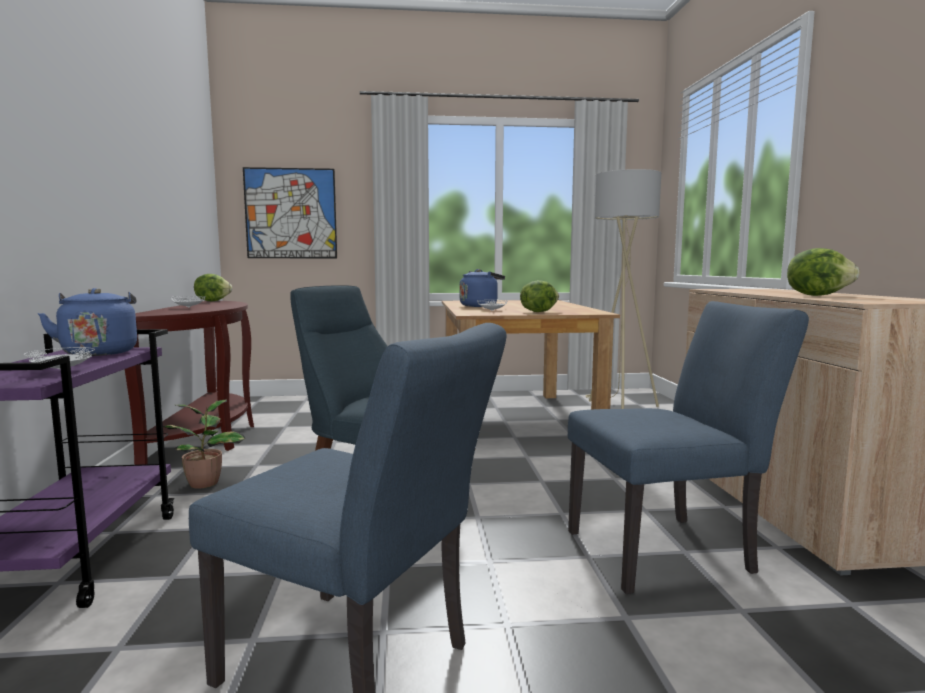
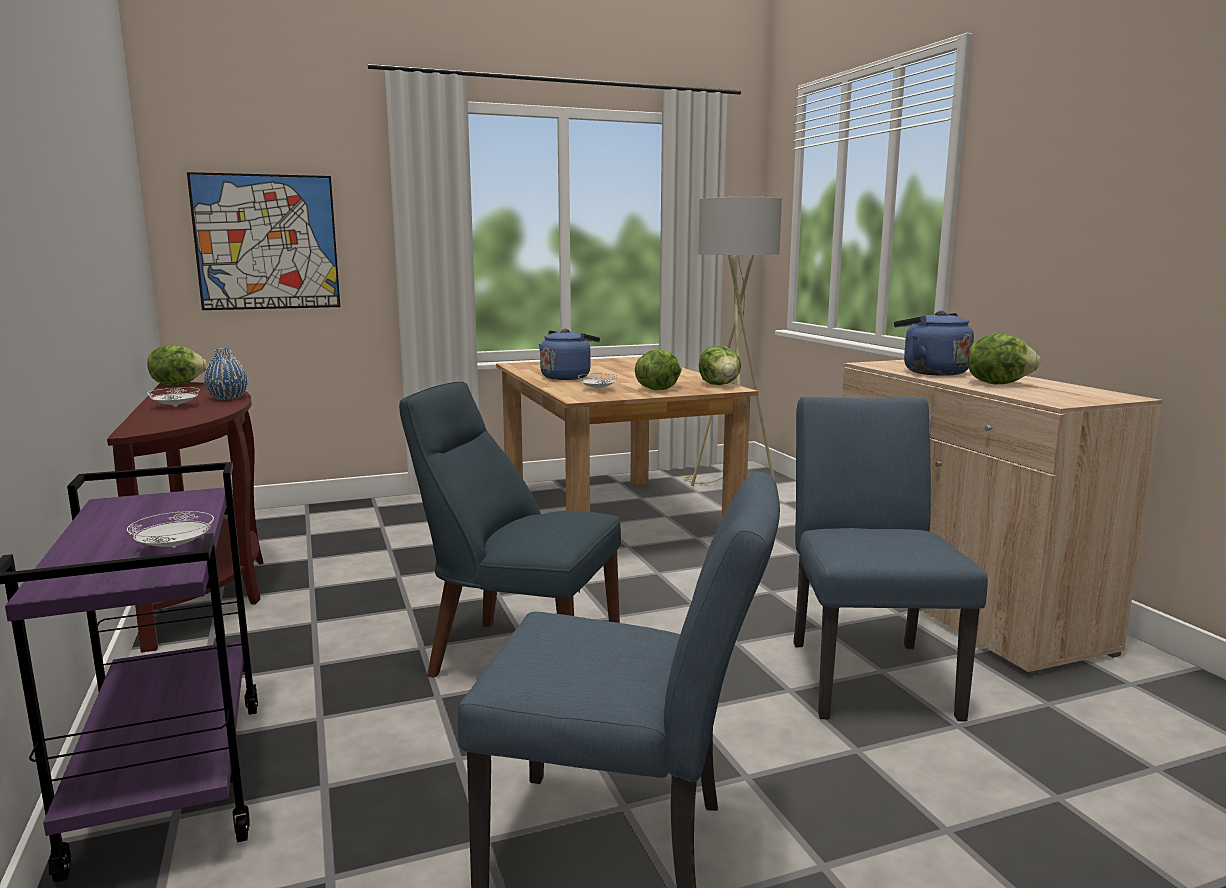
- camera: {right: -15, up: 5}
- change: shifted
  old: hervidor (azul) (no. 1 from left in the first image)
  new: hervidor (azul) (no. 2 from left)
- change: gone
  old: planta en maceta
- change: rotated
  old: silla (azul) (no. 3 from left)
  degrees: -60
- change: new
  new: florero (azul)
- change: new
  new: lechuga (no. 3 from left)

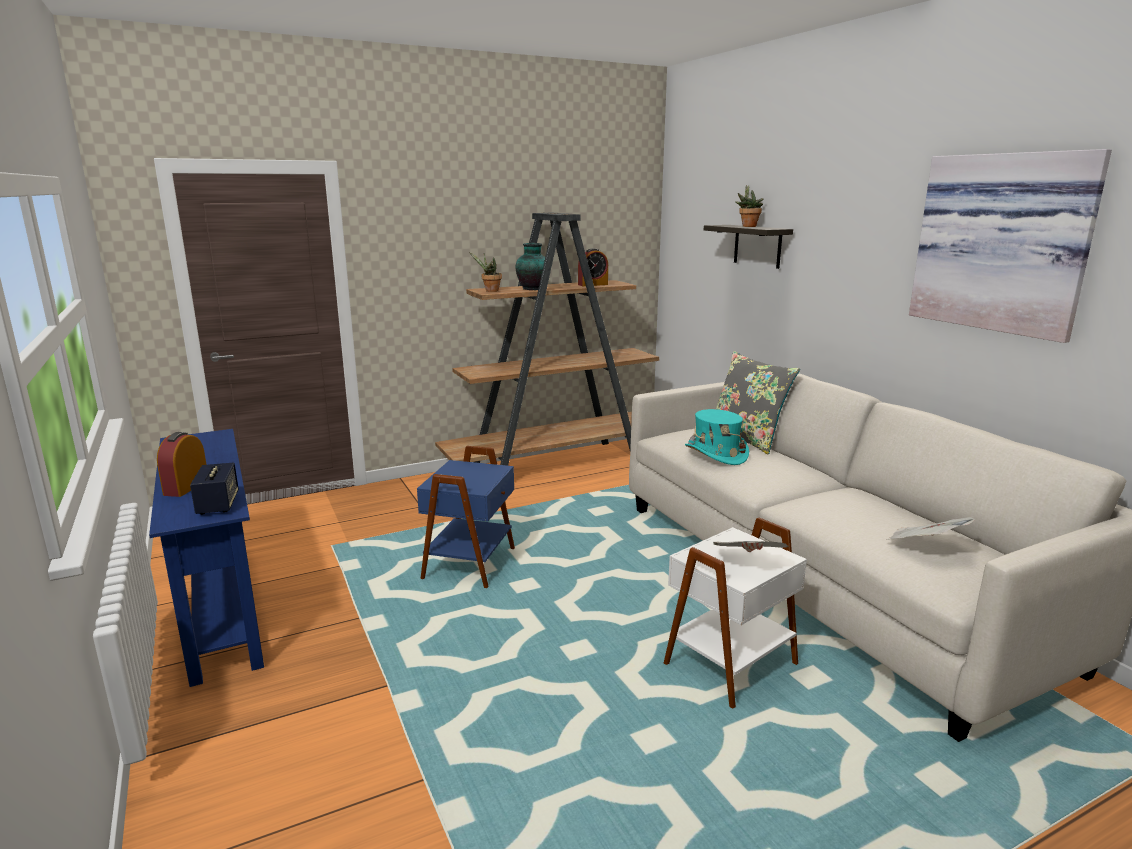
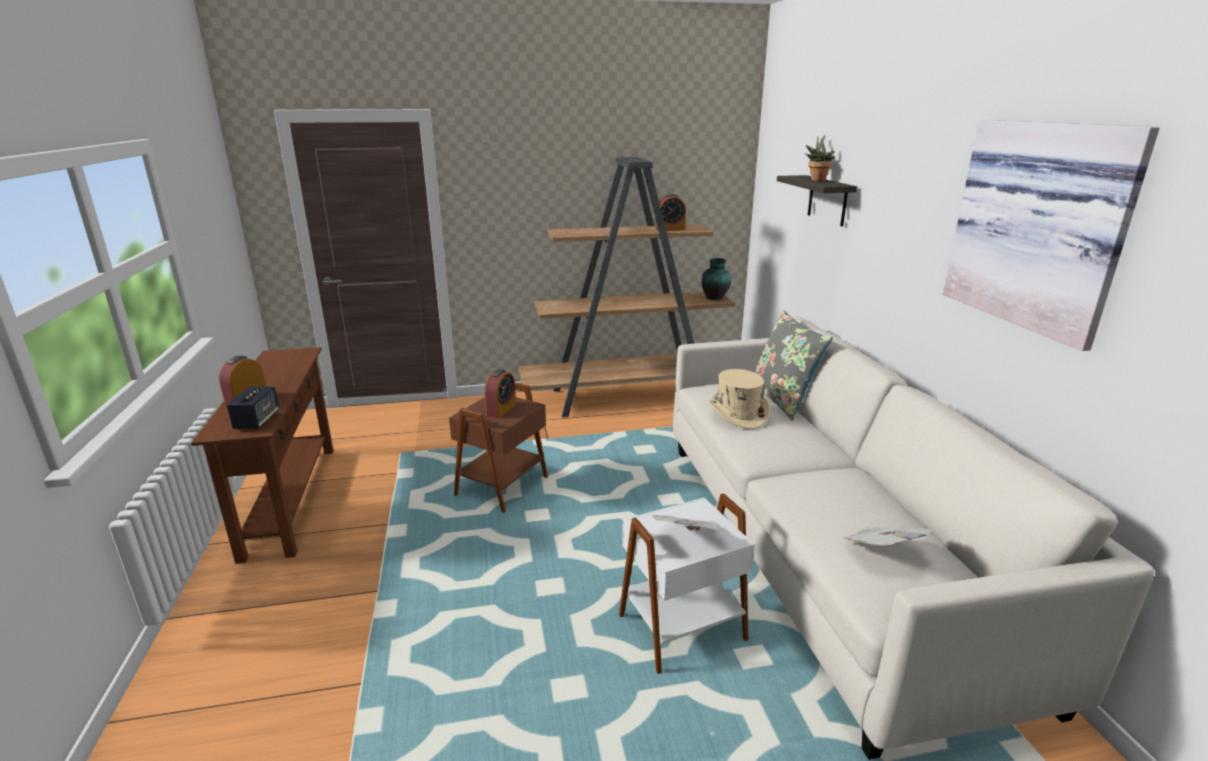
- camera: {right: 15, up: 5}
- change: repainted
  old: mesa consola (azul)
  new: mesa consola (marrón)
- change: repainted
  old: mesa auxiliar (azul)
  new: mesa auxiliar (marrón)
- change: gone
  old: planta en maceta (no. 1 from left)
- change: shifted
  old: florero
- change: repainted
  old: sombrero (turquesa)
  new: sombrero (beis)
- change: new
  new: despertador (no. 2 from left)

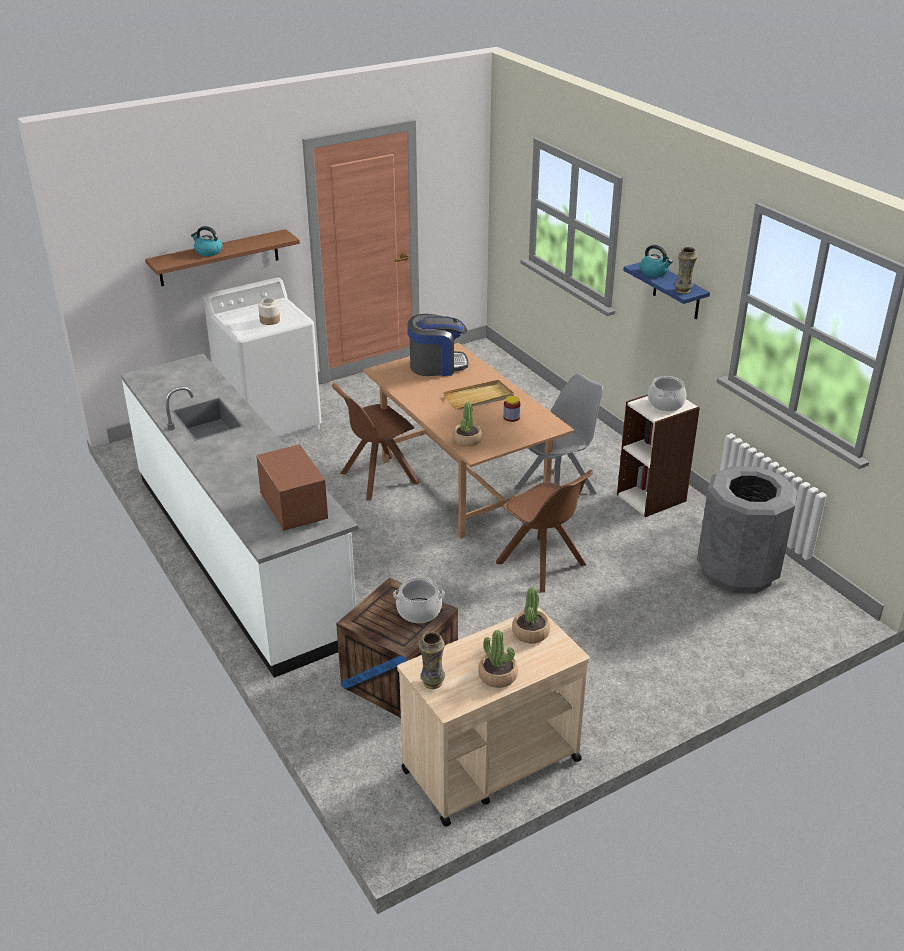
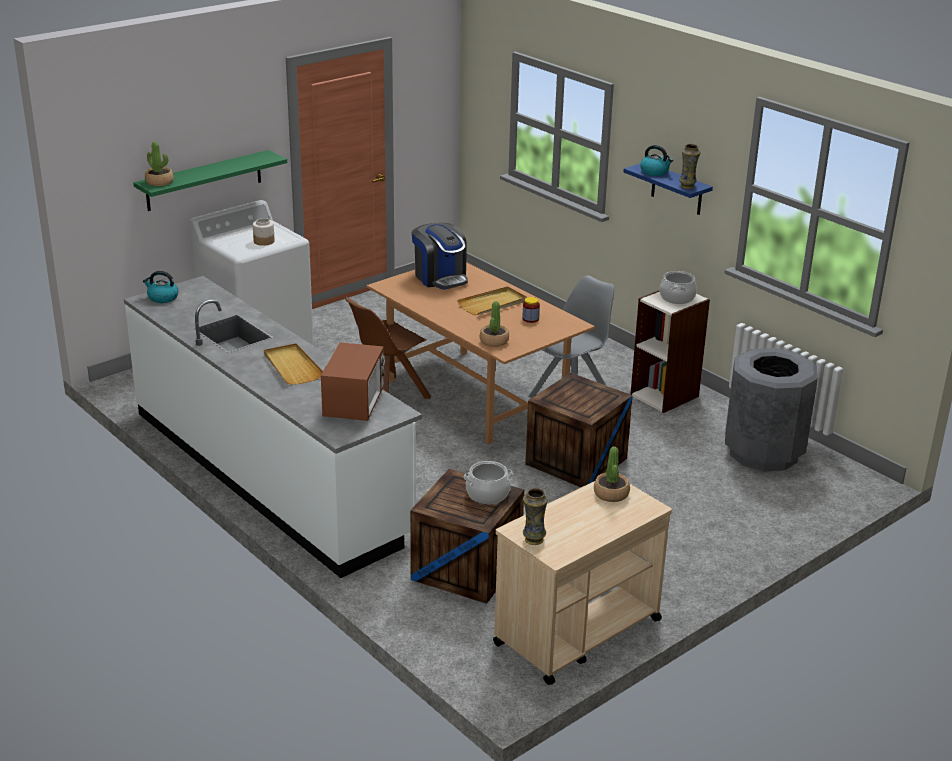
- camera: {right: -10, up: -5}
- change: repainted
  old: estante (marrón)
  new: estante (verde)
- change: shifted
  old: hervidor (no. 1 from left)
- change: rotated
  old: microondas
  degrees: 45
- change: rotated
  old: cafetera
  degrees: 75
- change: shifted
  old: planta en maceta (no. 2 from left in the first image)
  new: planta en maceta (no. 1 from left)
- change: swapped
  old: silla (marrón) (no. 2 from left)
  new: caja de embalaje (no. 2 from left)
- change: new
  new: bandeja (beis) (no. 1 from left)

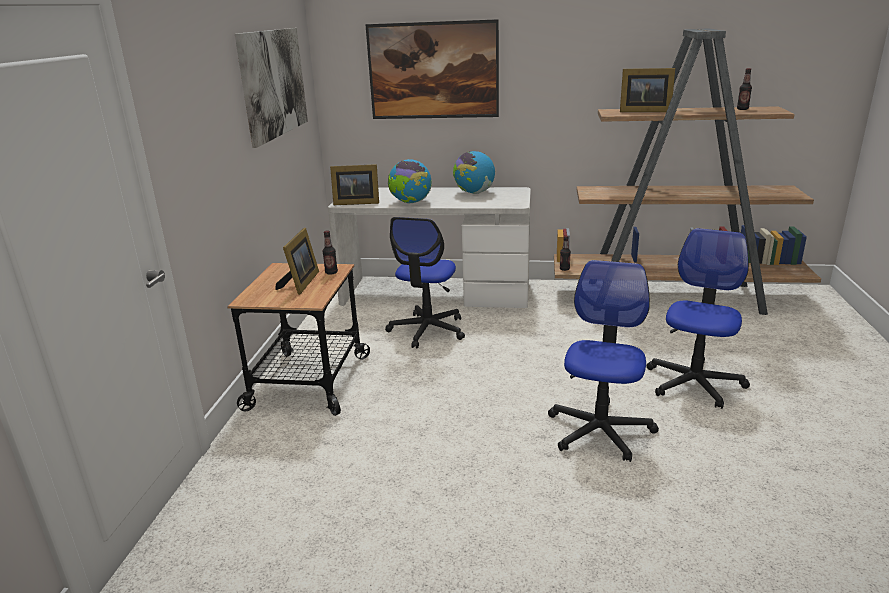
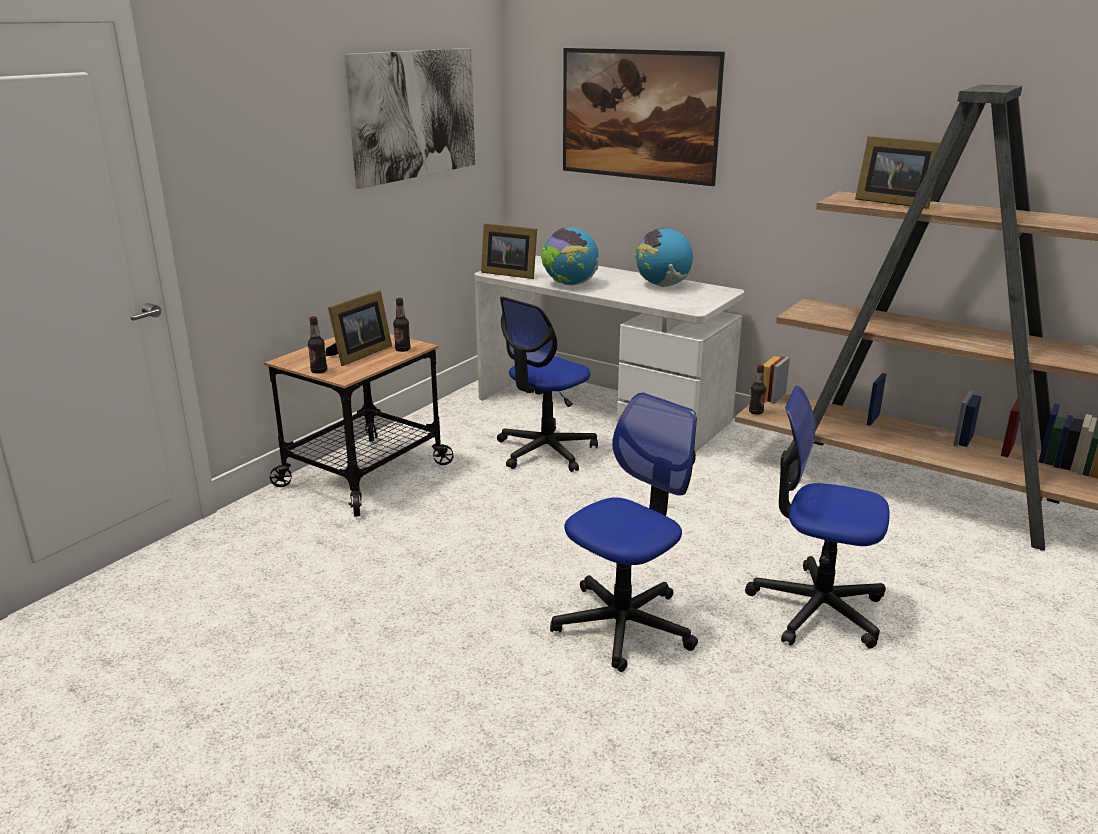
- camera: {right: 25, up: 0}
- change: rotated
  old: silla de oficina (no. 3 from left)
  degrees: -120
- change: shifted
  old: botella (no. 3 from left in the first image)
  new: botella (no. 1 from left)

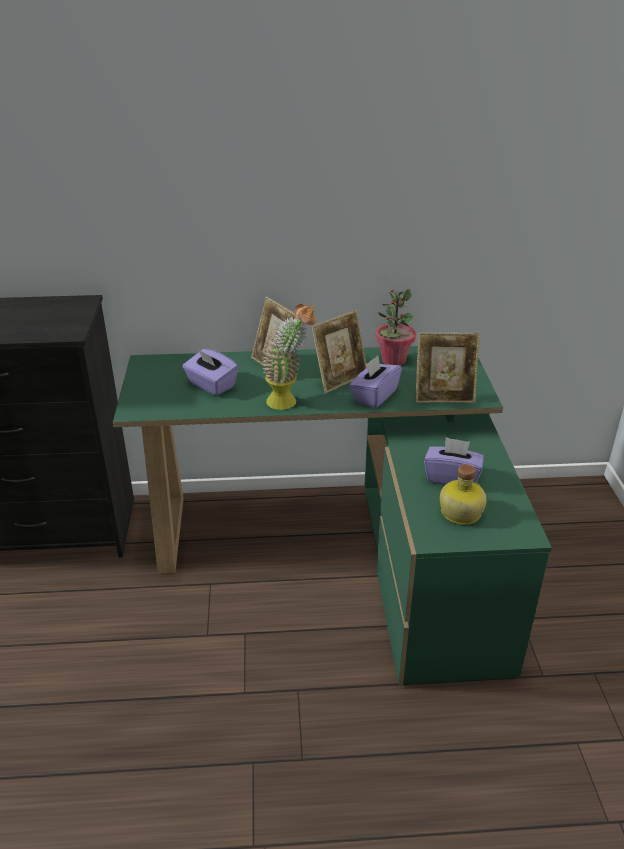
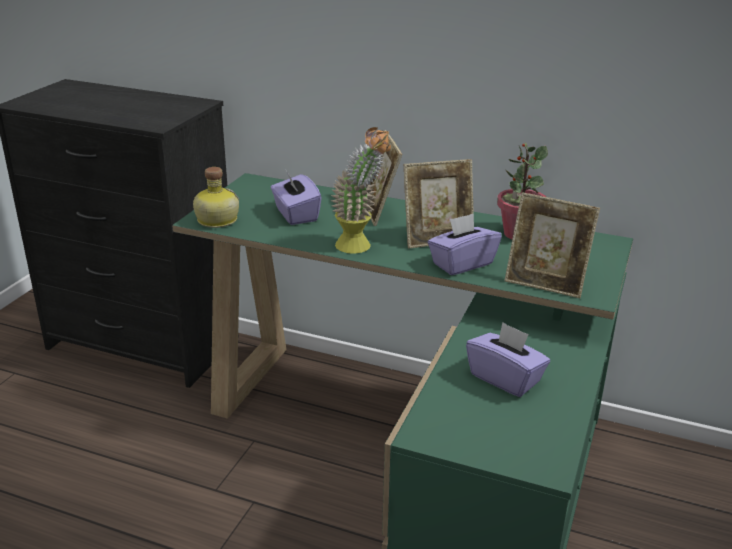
- camera: {right: 25, up: -5}
- change: shifted
  old: botella

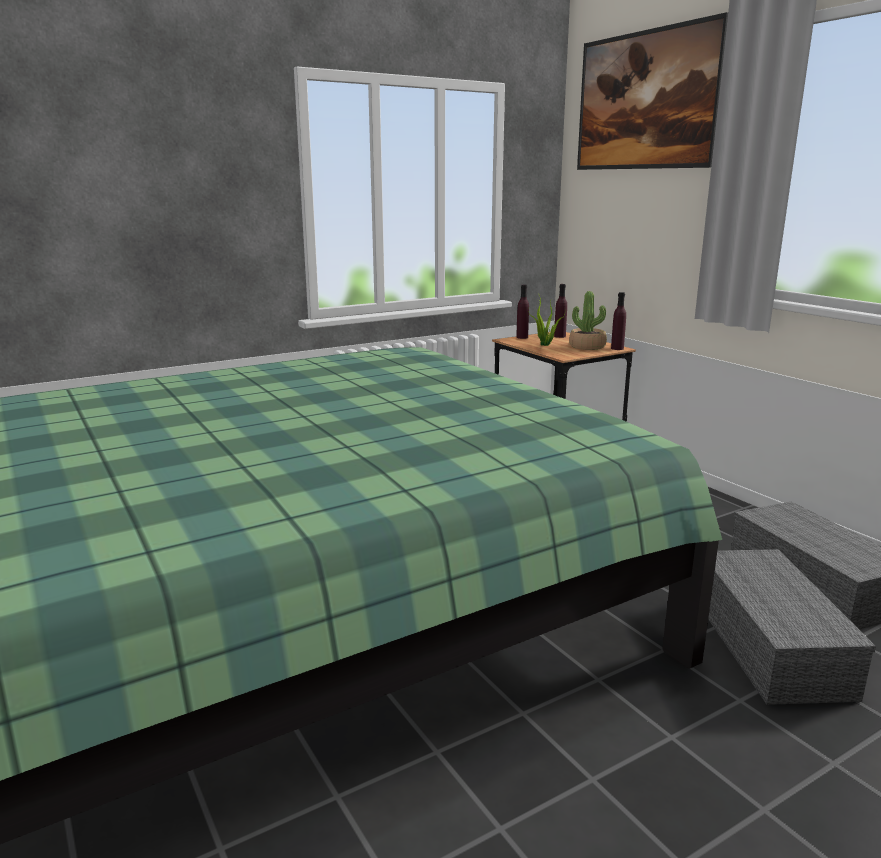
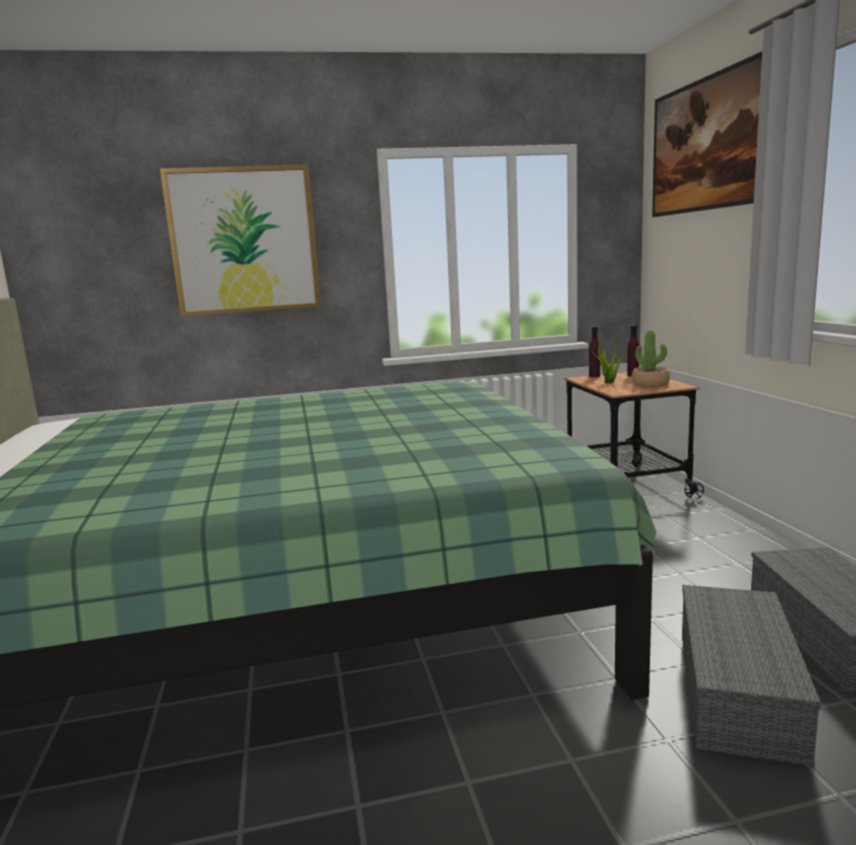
- camera: {right: 20, up: -5}
- change: gone
  old: botella (morado) (no. 3 from left)
- change: new
  new: cuadro (no. 1 from left)

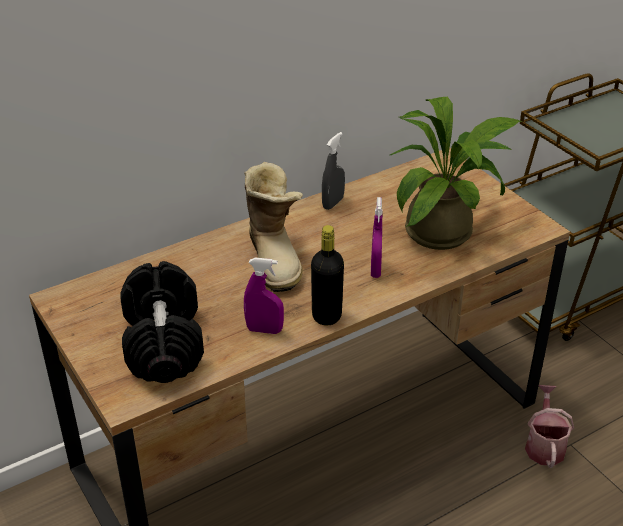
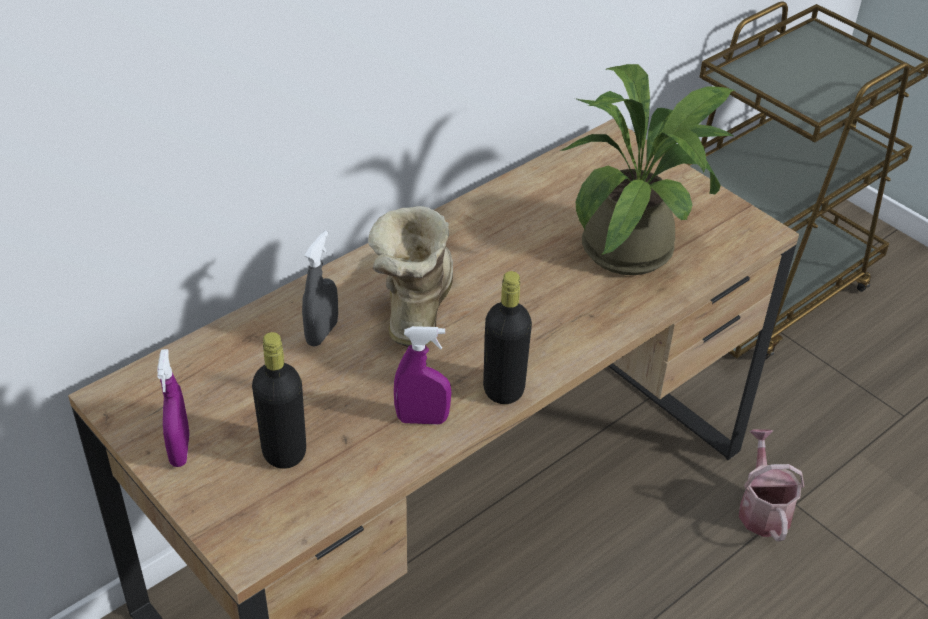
- camera: {right: -10, up: 5}
- change: swapped
  old: mancuerna (negro)
  new: botella (negro) (no. 1 from left)
- change: rotated
  old: bota
  degrees: -150
- change: shifted
  old: pulverizador (gris)
- change: shifted
  old: pulverizador (morado) (no. 2 from left in the first image)
  new: pulverizador (morado) (no. 1 from left)

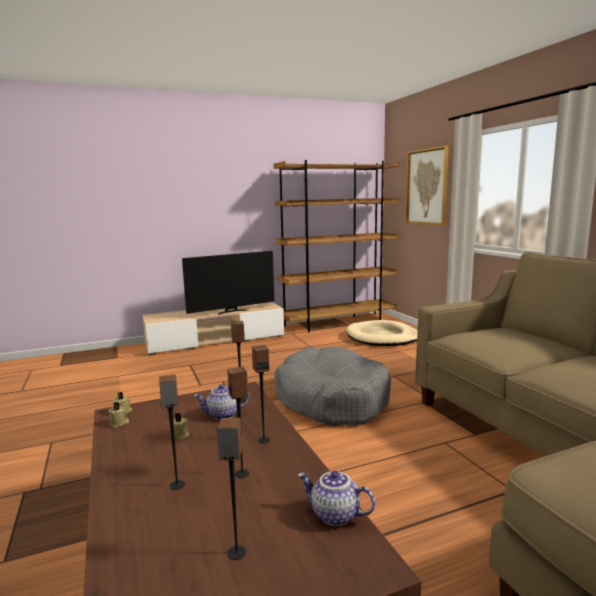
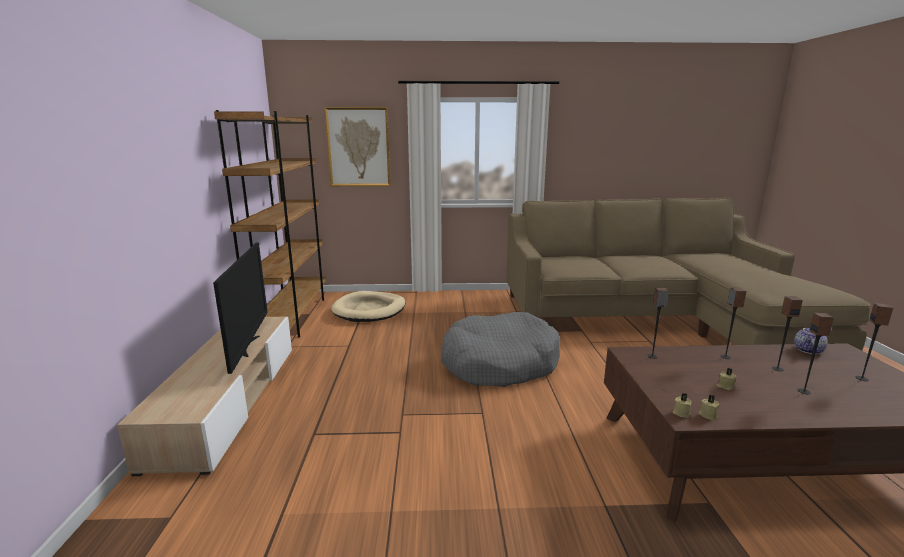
- camera: {right: -70, up: 5}
- change: gone
  old: tetera (no. 1 from left)

